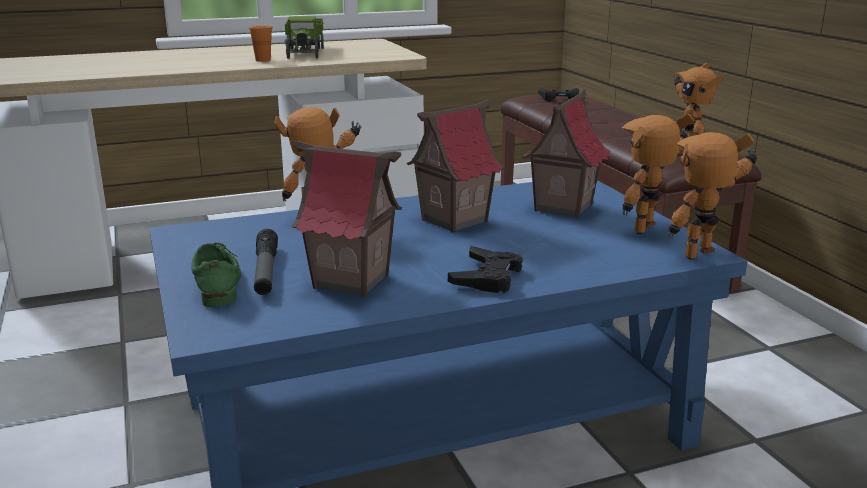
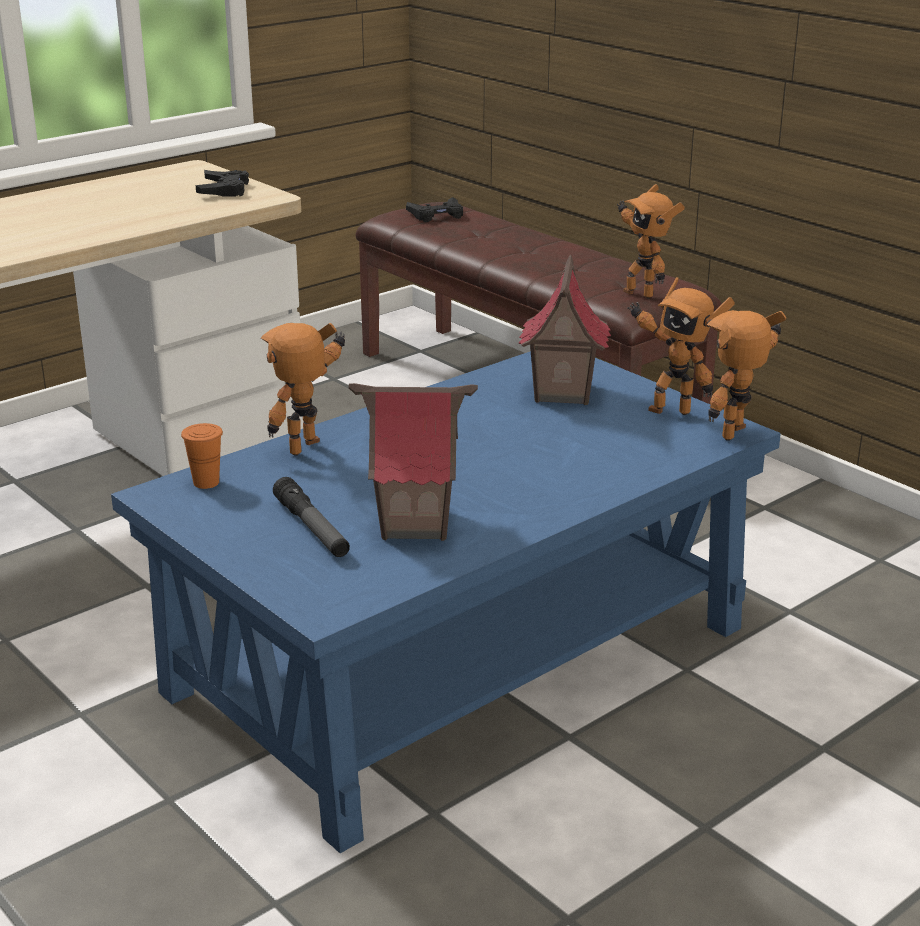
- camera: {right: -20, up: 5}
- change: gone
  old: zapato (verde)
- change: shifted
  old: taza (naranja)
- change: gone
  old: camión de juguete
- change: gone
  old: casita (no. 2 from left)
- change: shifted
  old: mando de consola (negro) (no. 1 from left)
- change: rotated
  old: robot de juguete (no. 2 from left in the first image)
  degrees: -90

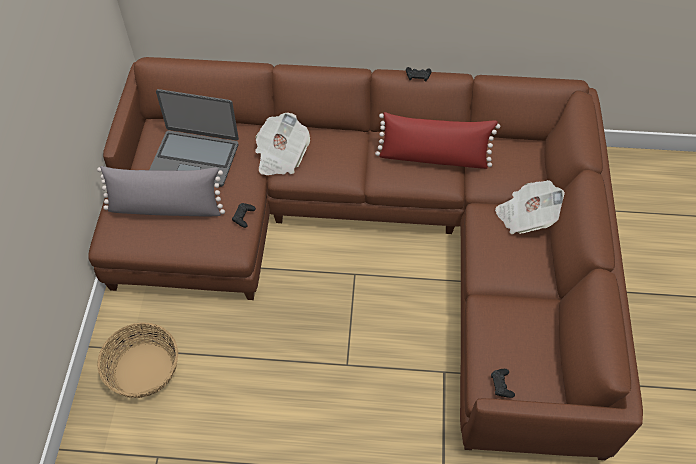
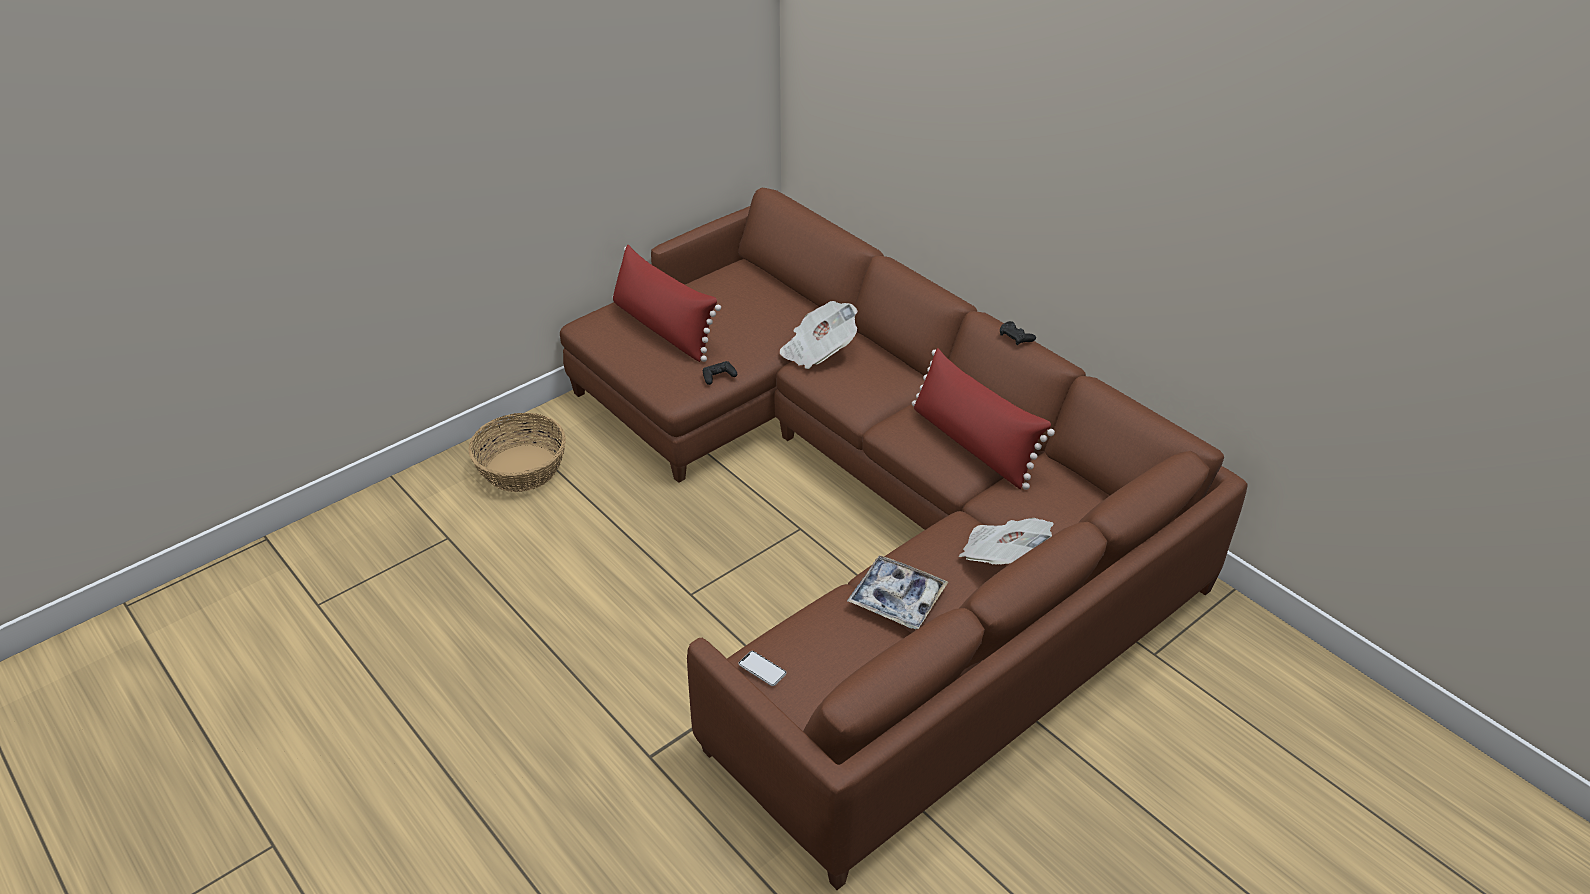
- camera: {right: 45, up: -15}
- change: repainted
  old: cojín (gris)
  new: cojín (rojo) (no. 1 from left)
- change: gone
  old: portátil
- change: swapped
  old: mando de consola (negro) (no. 3 from left)
  new: móvil
- change: new
  new: bandeja

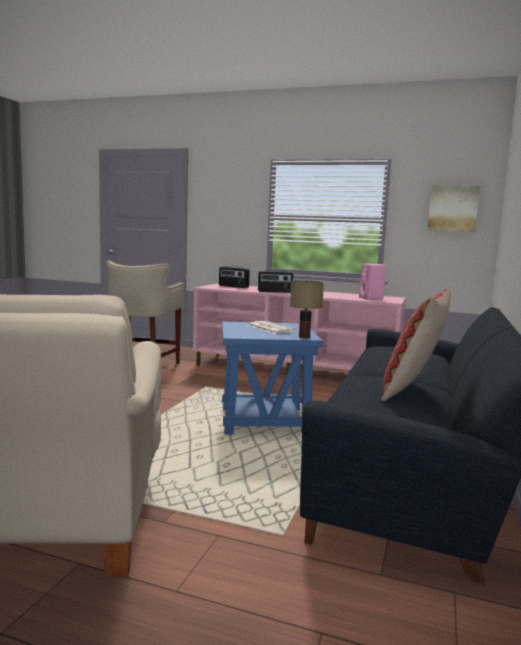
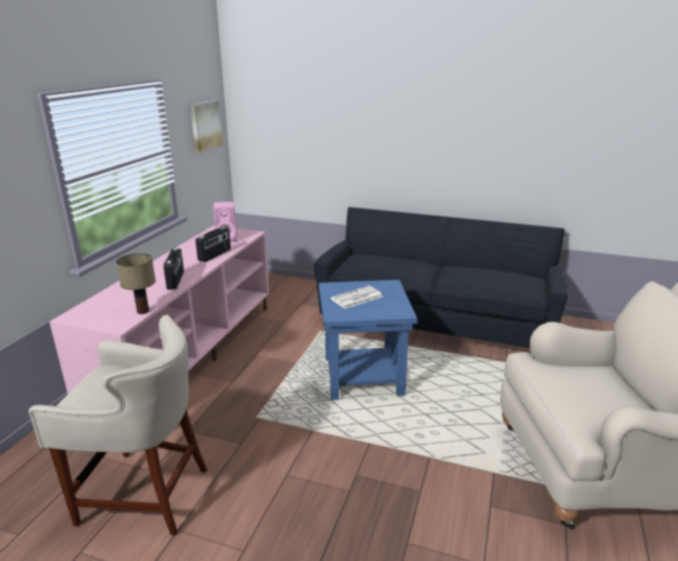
- camera: {right: -90, up: 15}
- change: shifted
  old: radio (no. 1 from left in the first image)
  new: radio (no. 2 from left)
- change: shifted
  old: lámpara de mesa
- change: gone
  old: cojín

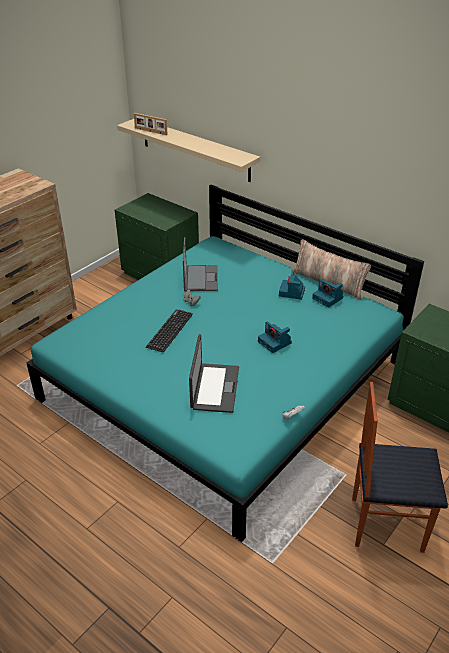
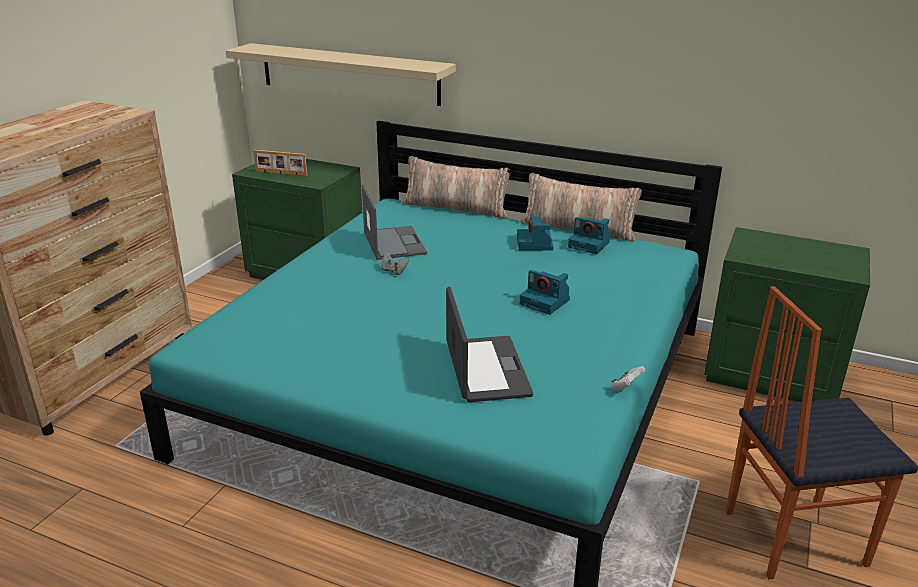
- camera: {right: -15, up: -10}
- change: shifted
  old: portarretratos
- change: gone
  old: teclado
- change: new
  new: cojín (no. 1 from left)

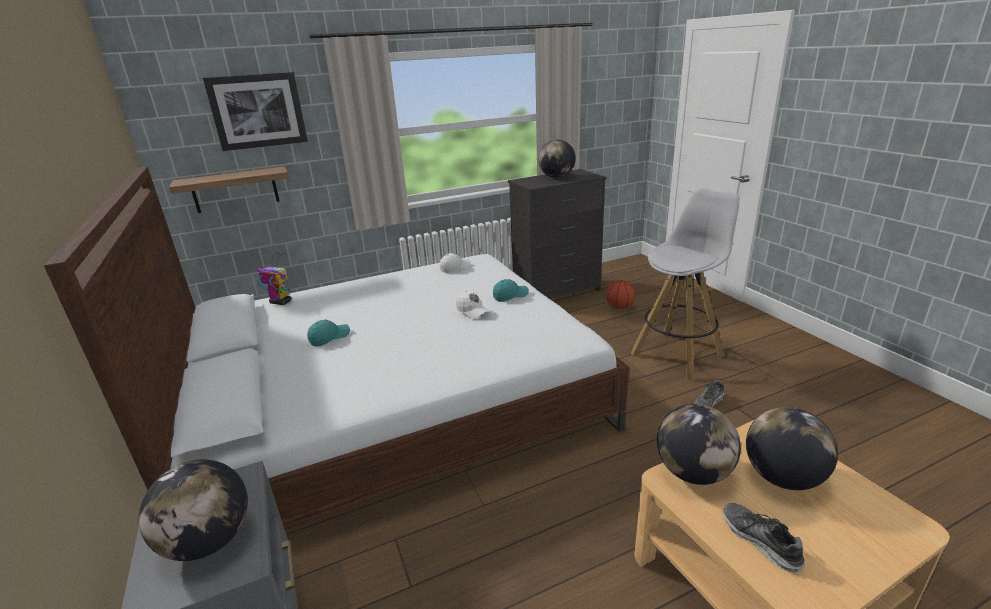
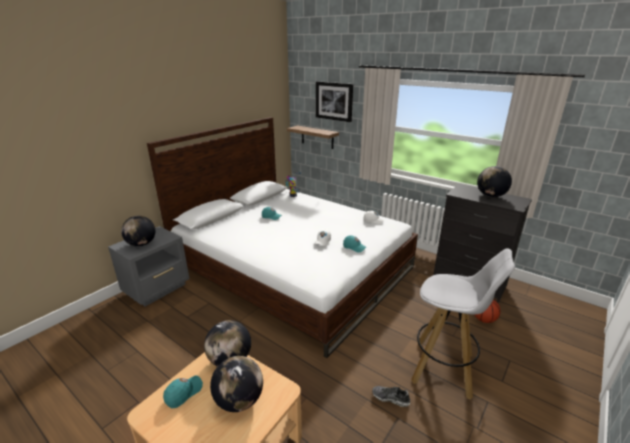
- camera: {right: 60, up: 0}
- change: swapped
  old: zapato (no. 2 from left)
  new: gorra (turquesa) (no. 1 from left)

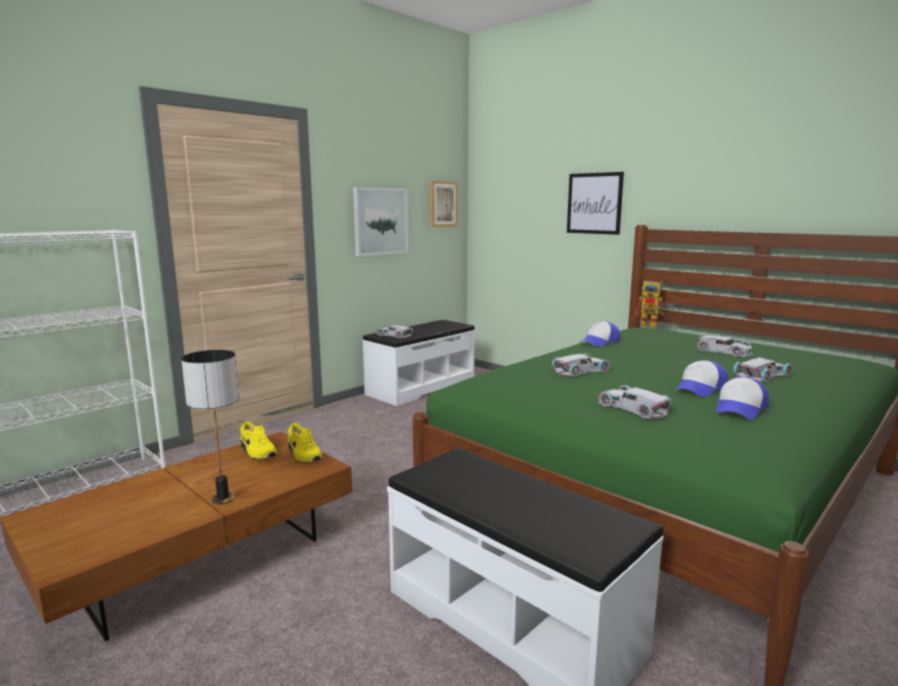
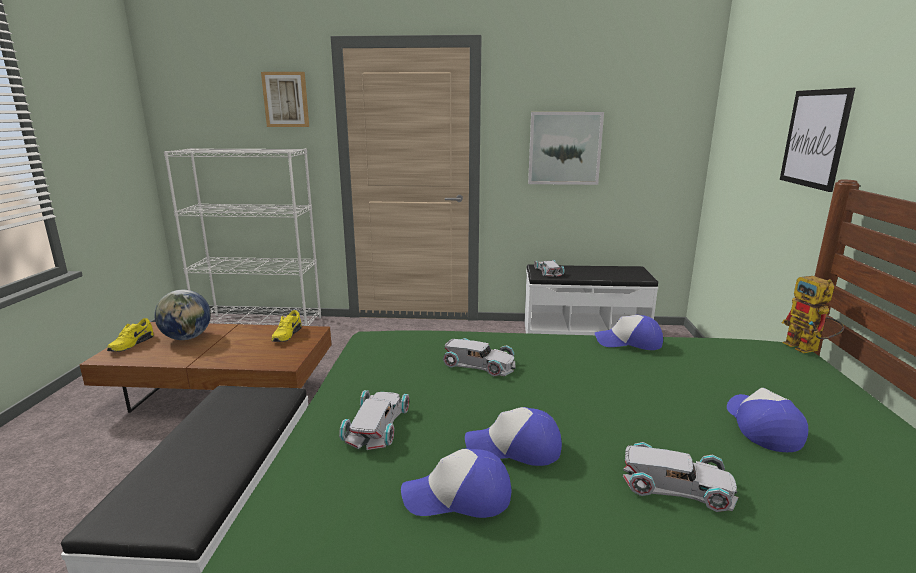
- camera: {right: 50, up: 5}
- change: gone
  old: lámpara de mesa
- change: shifted
  old: zapato (amarillo) (no. 2 from left in the first image)
  new: zapato (amarillo) (no. 1 from left)
- change: shifted
  old: cuadro (no. 2 from left in the first image)
  new: cuadro (no. 1 from left)
- change: swapped
  old: coche de juguete (blanco) (no. 4 from left)
  new: gorra (no. 4 from left)
- change: new
  new: globo terráqueo

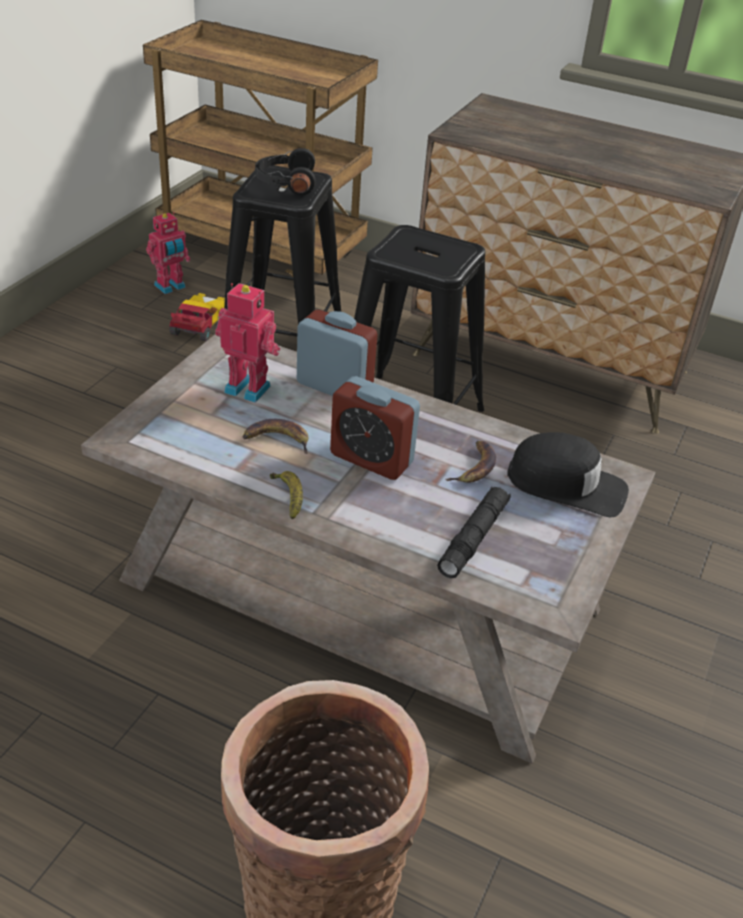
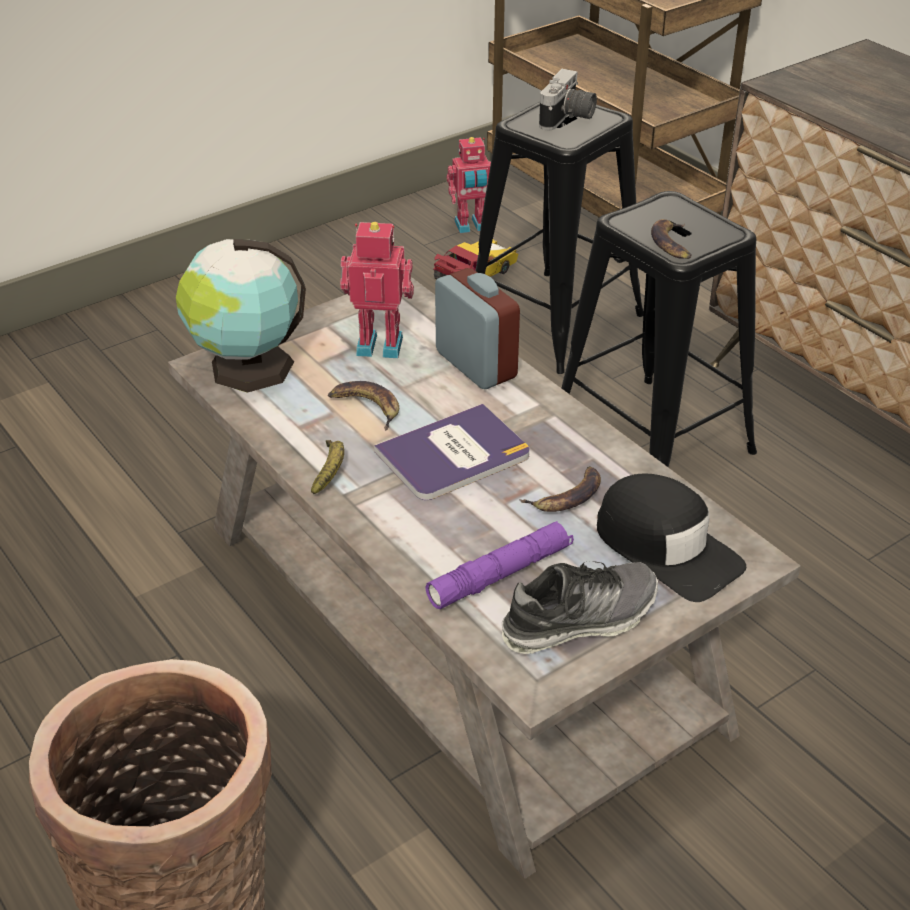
- camera: {right: 30, up: 0}
- change: rotated
  old: robot de juguete (no. 2 from left in the first image)
  degrees: -45
- change: swapped
  old: auriculares (negro)
  new: cámara
- change: swapped
  old: despertador (no. 2 from left)
  new: libro
- change: repainted
  old: linterna (negro)
  new: linterna (morado)
- change: new
  new: globo terráqueo
- change: new
  new: zapato
- change: new
  new: plátano (no. 4 from left)

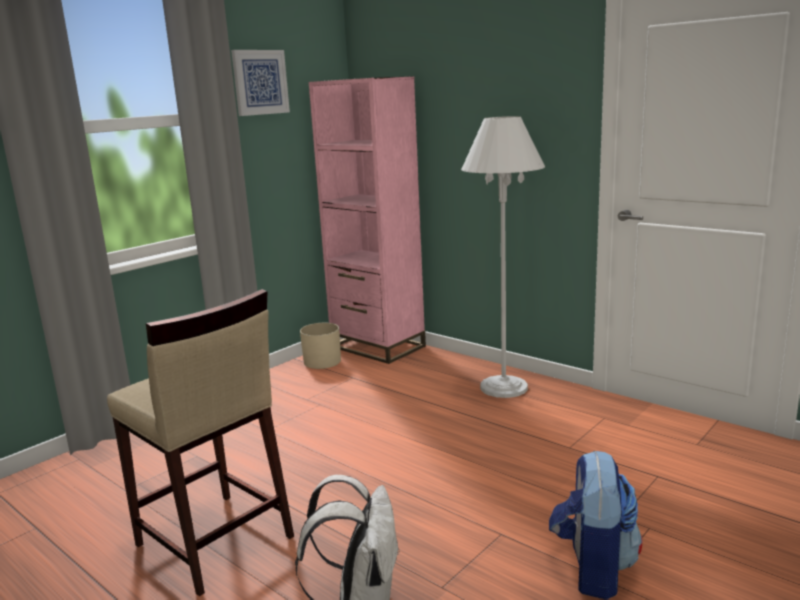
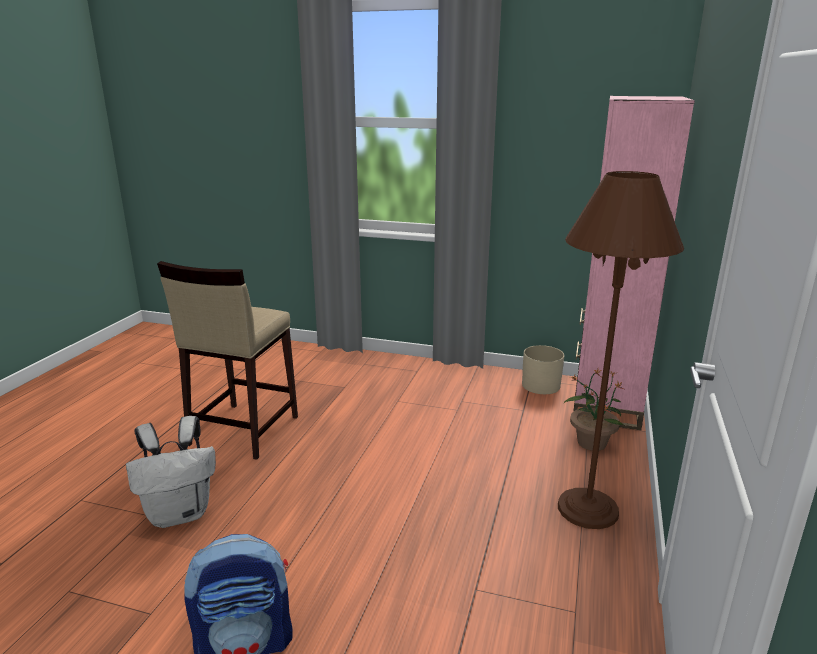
- camera: {right: 65, up: 5}
- change: gone
  old: cuadro
- change: repainted
  old: lámpara de pie (blanco)
  new: lámpara de pie (marrón)
- change: new
  new: planta en maceta

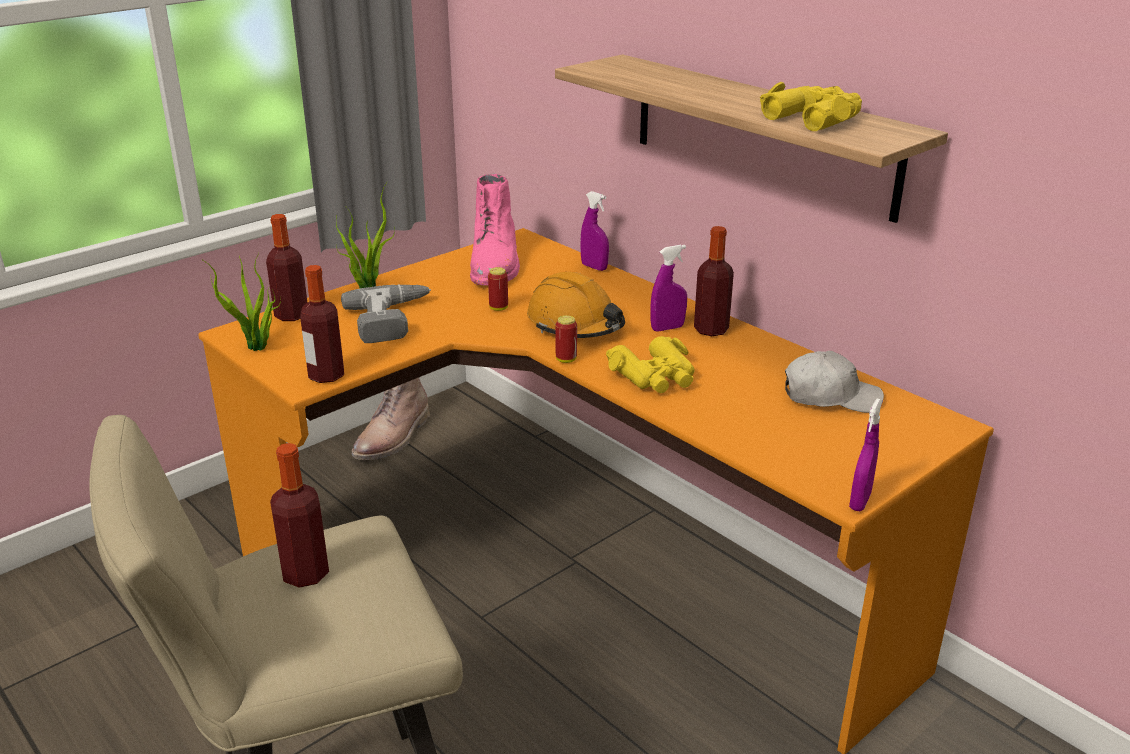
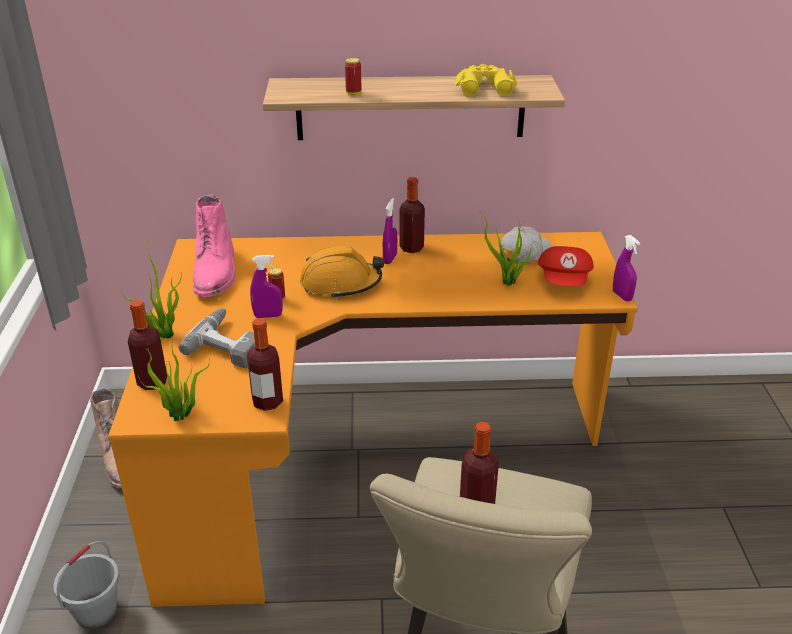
- camera: {right: -50, up: 5}
- change: rotated
  old: bota (rosa)
  degrees: 45
- change: shifted
  old: lata (no. 2 from left)
- change: shifted
  old: pulverizador (morado) (no. 1 from left)
- change: gone
  old: prismáticos (amarillo) (no. 1 from left)
- change: new
  new: cubo (gris)
- change: new
  new: planta en maceta (no. 3 from left)
- change: new
  new: gorra (rojo)

